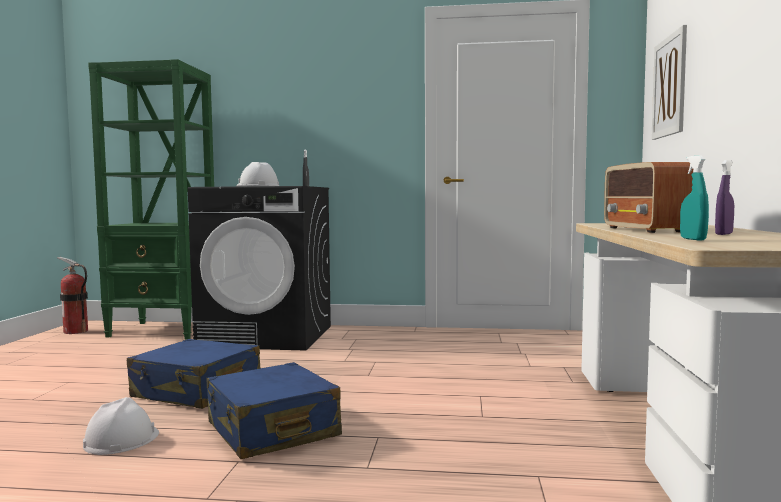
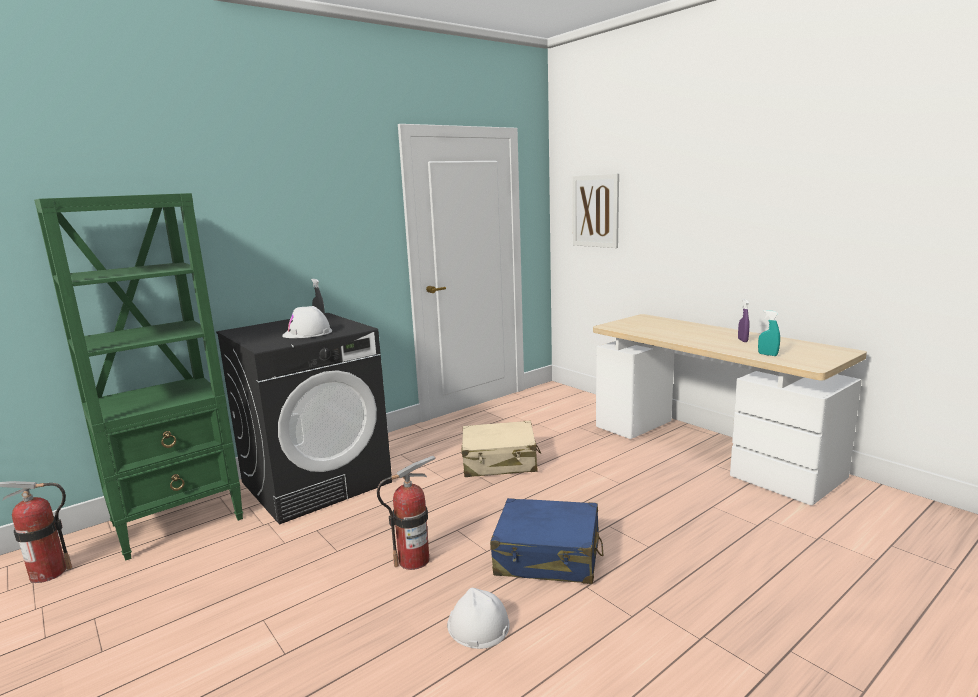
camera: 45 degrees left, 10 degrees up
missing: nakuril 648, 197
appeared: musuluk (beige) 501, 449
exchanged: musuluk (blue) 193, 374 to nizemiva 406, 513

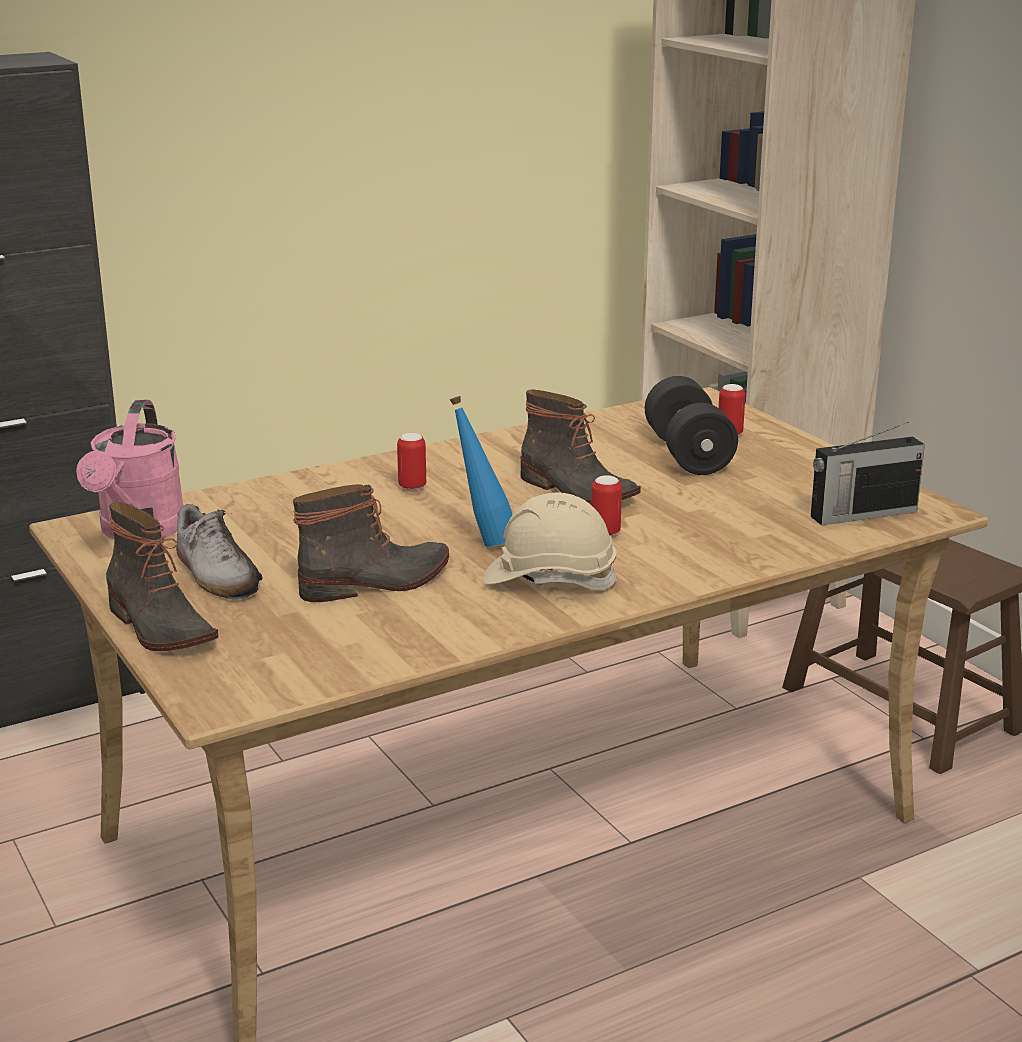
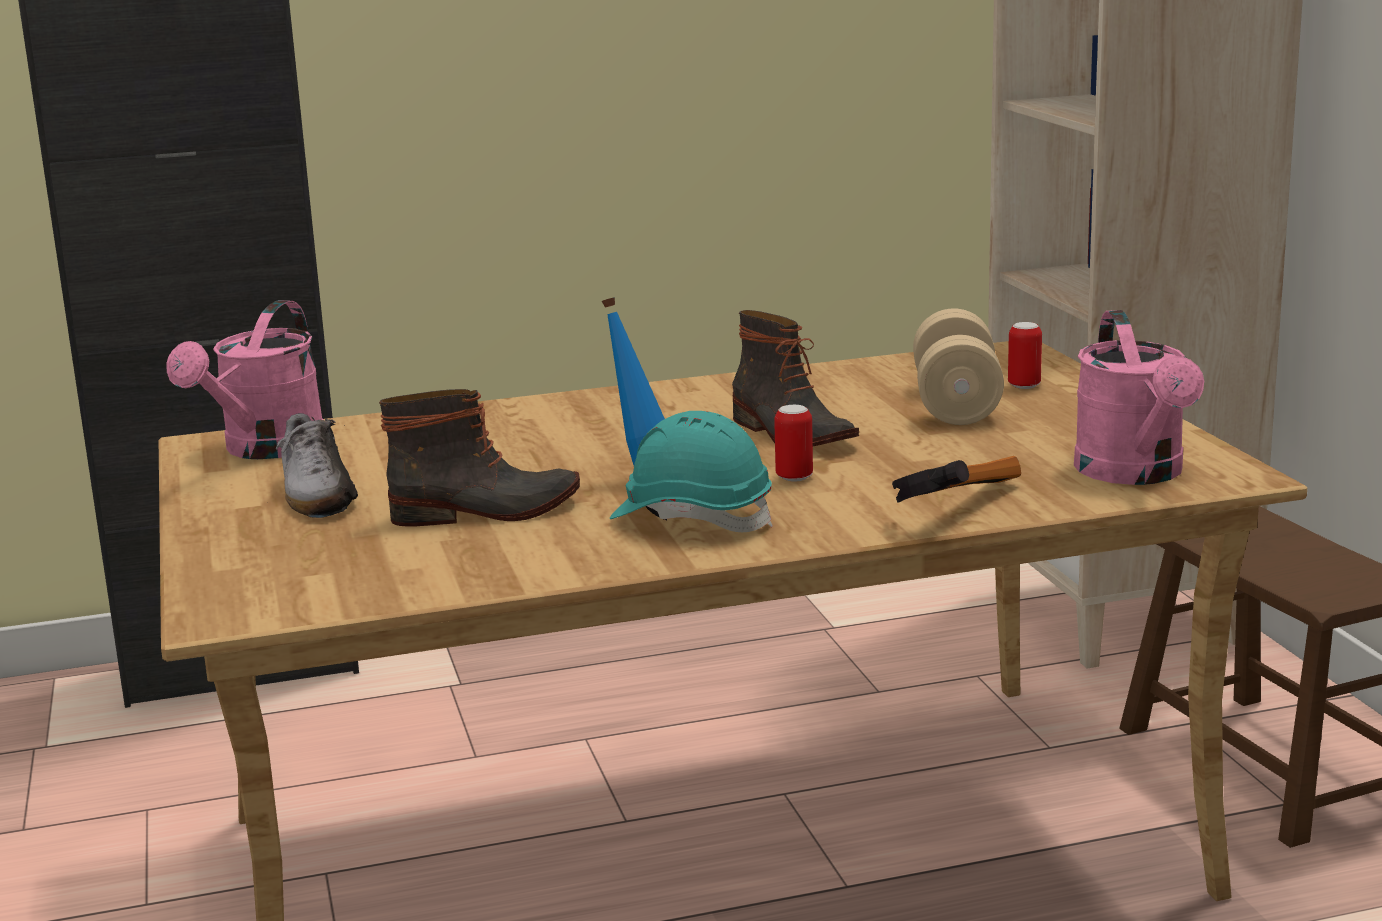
camera: 15 degrees right, 5 degrees down
missing: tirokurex 162, 576; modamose 411, 462
appeared: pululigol 956, 479
exchanged: nakuril 868, 473 to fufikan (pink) 1139, 397
colour: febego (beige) 551, 541 to febego (turquoise) 691, 471; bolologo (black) 691, 425 to bolologo (beige) 958, 366

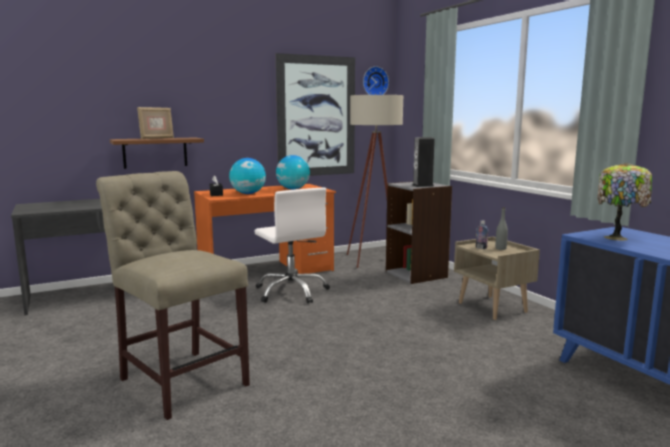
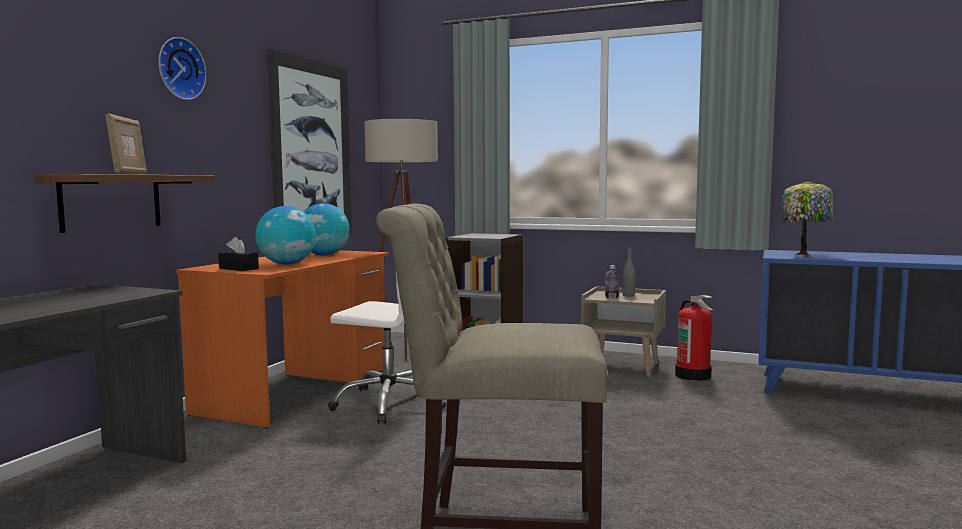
camera: 40 degrees left, 5 degrees down
missing: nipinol 423, 162
appeared: nizemiva 694, 338
relocated: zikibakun 376, 80 to 182, 68

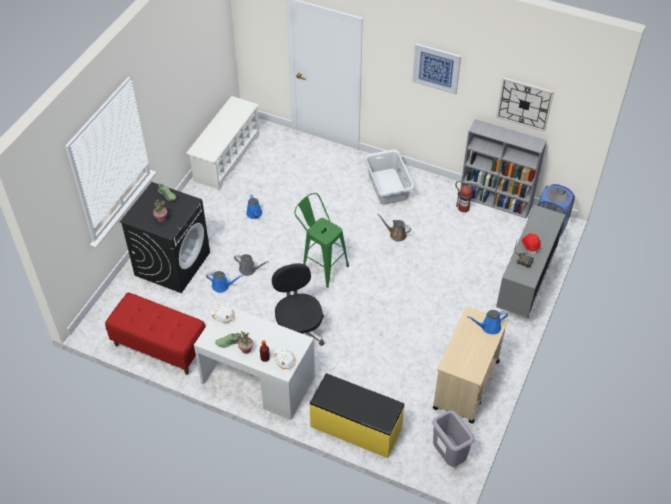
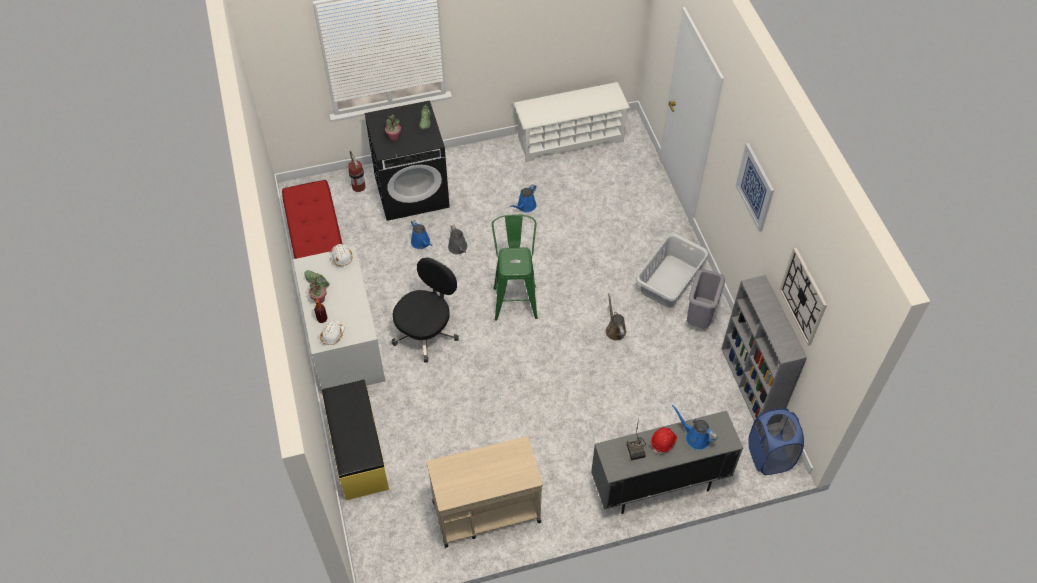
camera: 50 degrees right, 5 degrees up
relocated: nizemiva 467, 197 to 357, 171; fufikan (blue) 487, 322 to 695, 427; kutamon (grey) 453, 438 to 706, 298

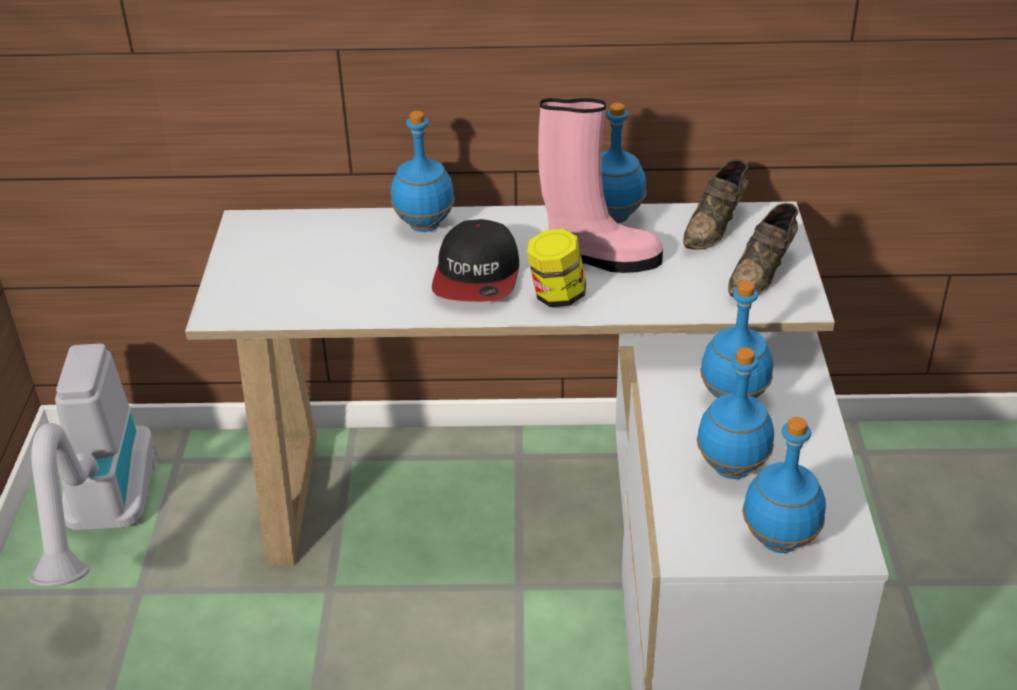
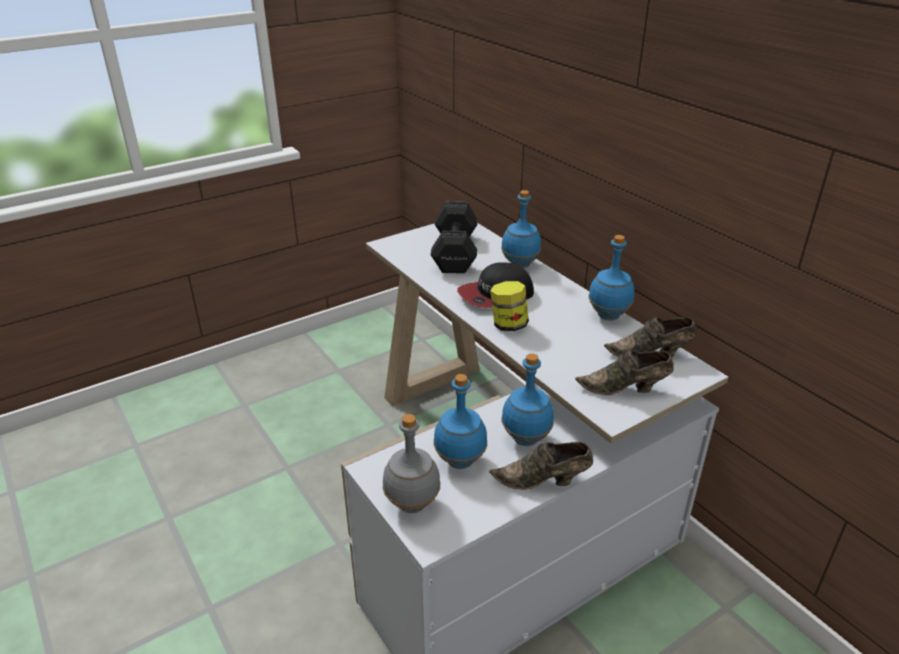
camera: 55 degrees right, 5 degrees down
missing: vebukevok 93, 465; tirokurex (pink) 600, 185
appeared: bolologo (black) 454, 237; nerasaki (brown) 541, 466
colour: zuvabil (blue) 784, 485 to zuvabil (grey) 411, 463

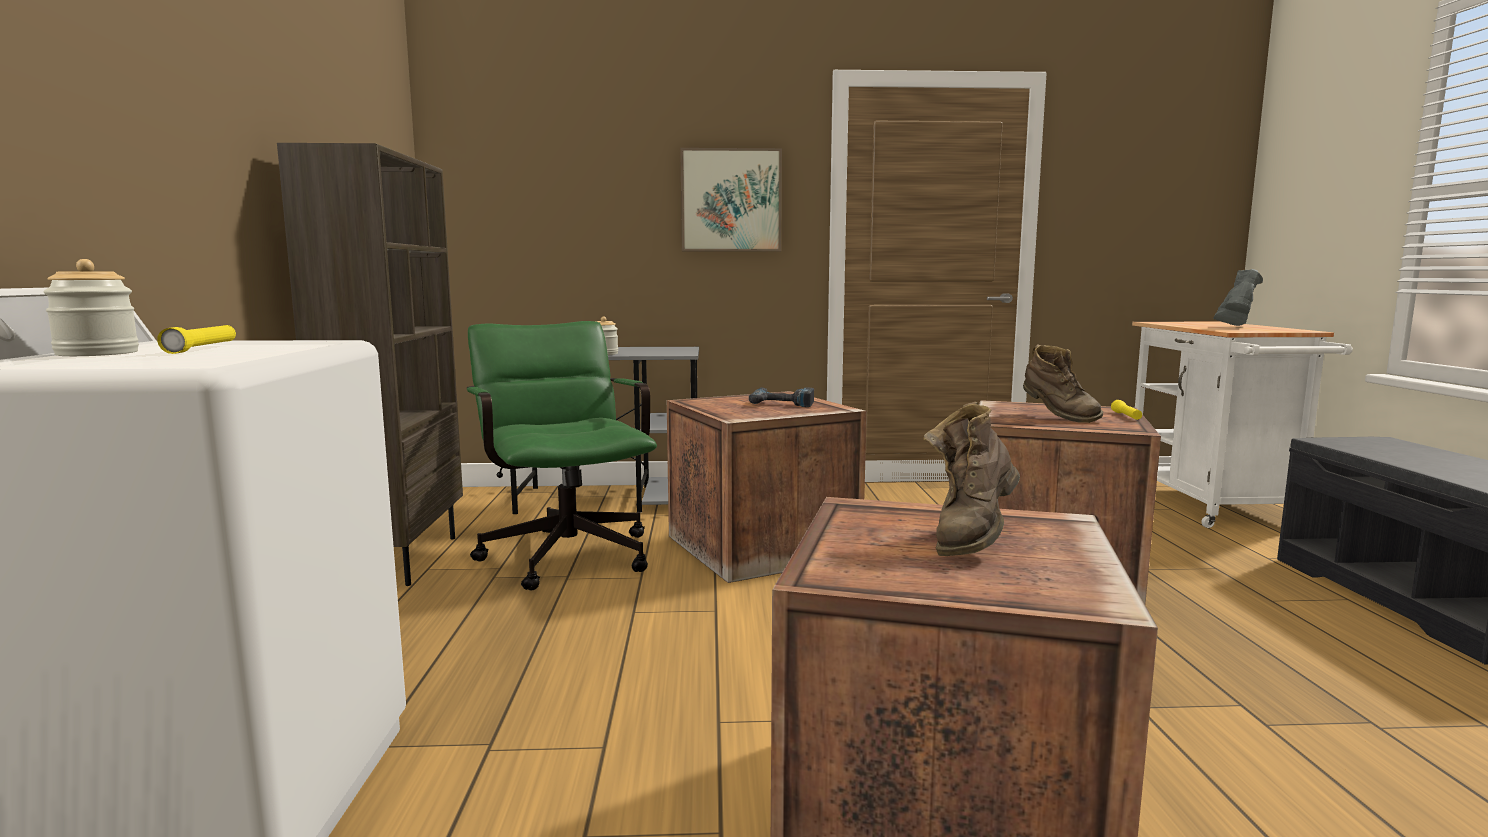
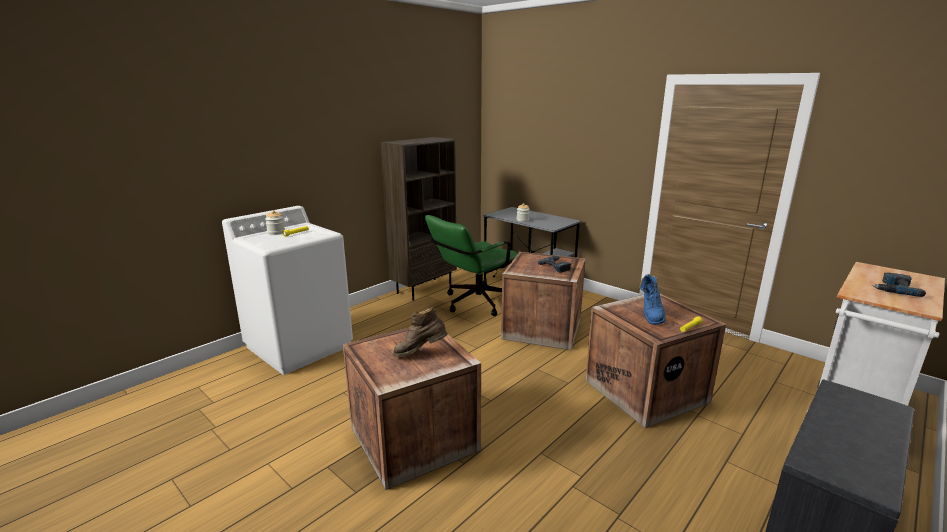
camera: 45 degrees right, 10 degrees up
missing: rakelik 731, 200
exchanged: tirokurex (grey) 1238, 297 to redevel 899, 284
colour: tirokurex (brown) 1063, 383 to tirokurex (blue) 652, 299
spun: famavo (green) 562, 455 = 471, 265 150 degrees counterclockwise

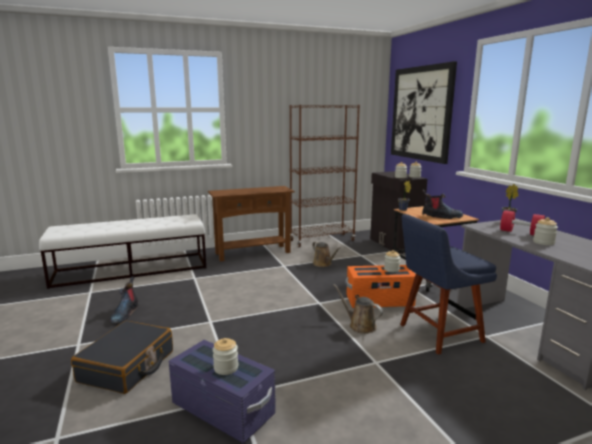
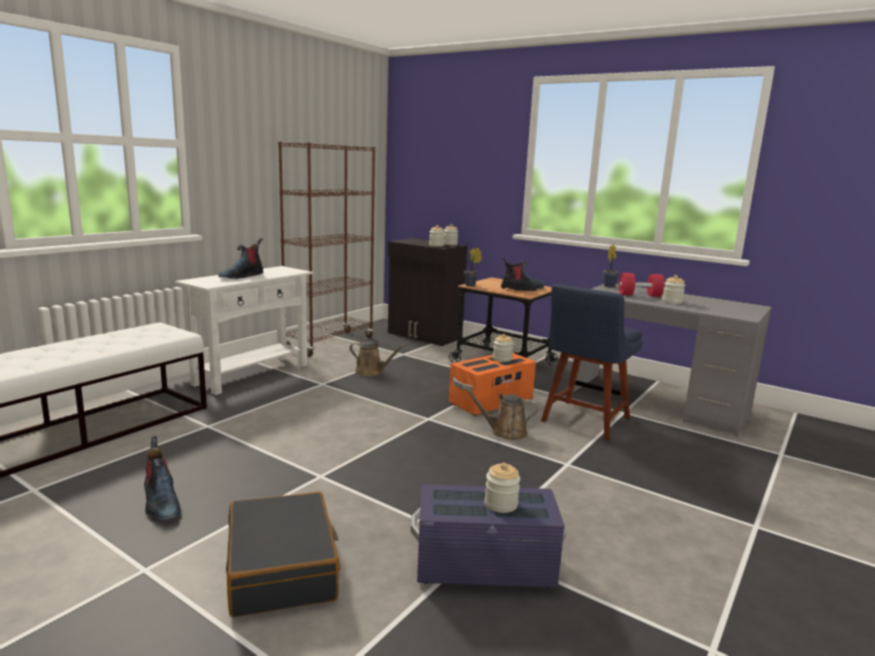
camera: 35 degrees left, 0 degrees up
missing: rakelik 424, 112
appeared: tirokurex 240, 258
colour: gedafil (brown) 251, 223 to gedafil (white) 244, 330

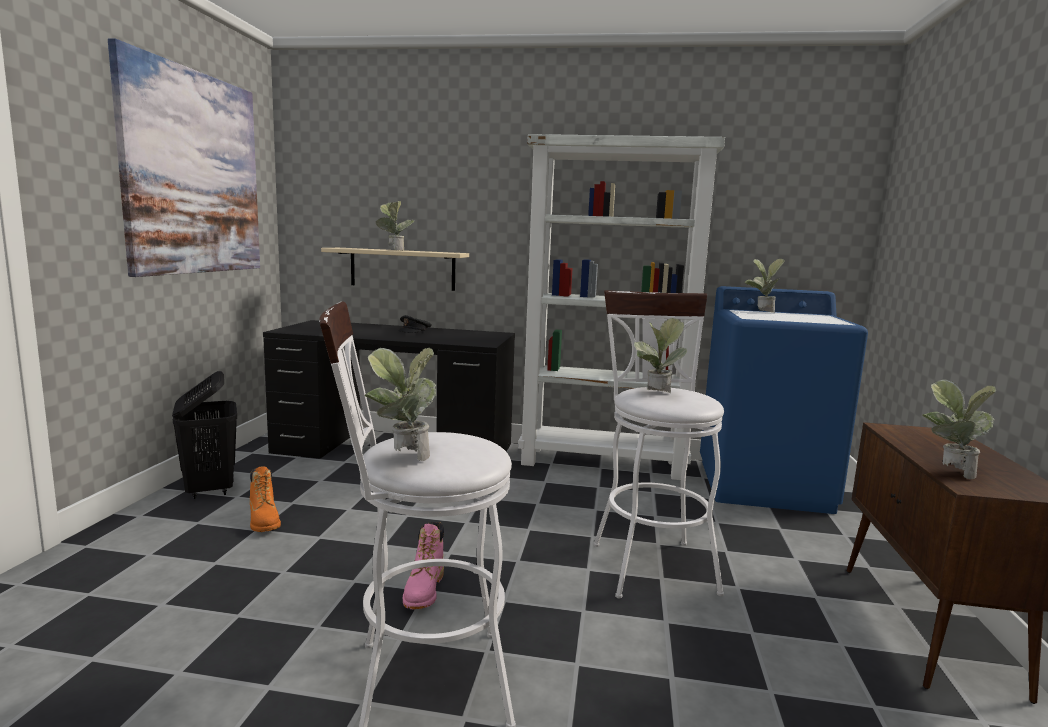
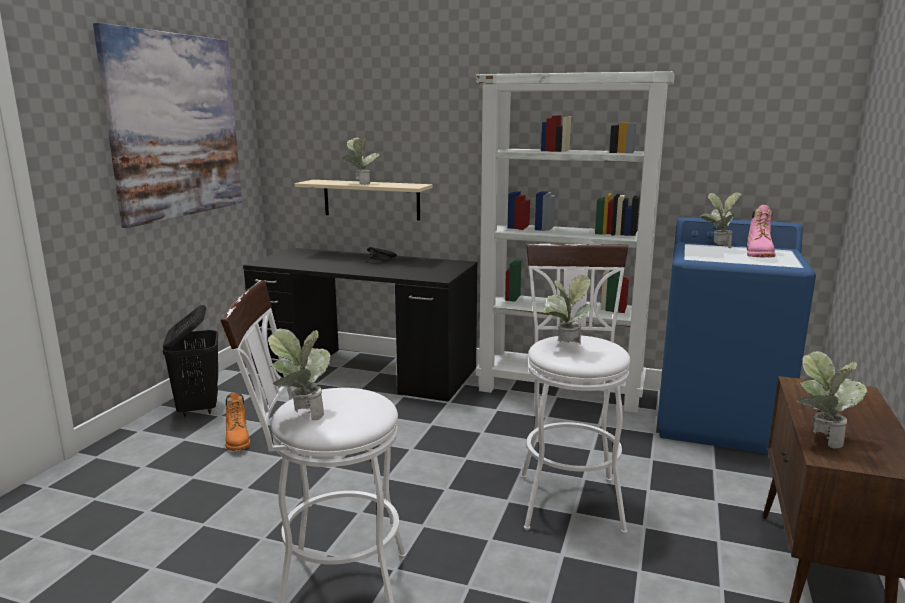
camera: 10 degrees right, 5 degrees up
relocated: tirokurex (pink) 423, 566 to 761, 231

